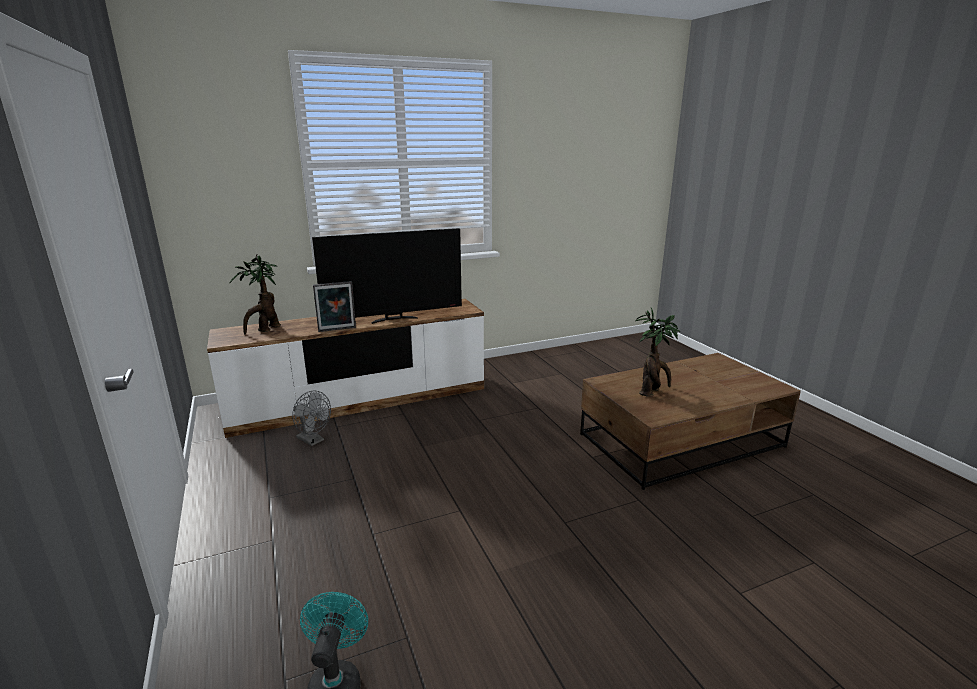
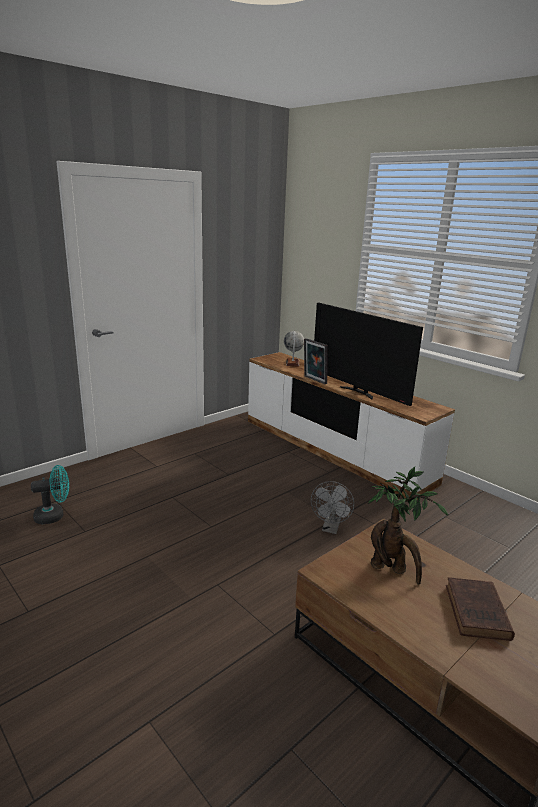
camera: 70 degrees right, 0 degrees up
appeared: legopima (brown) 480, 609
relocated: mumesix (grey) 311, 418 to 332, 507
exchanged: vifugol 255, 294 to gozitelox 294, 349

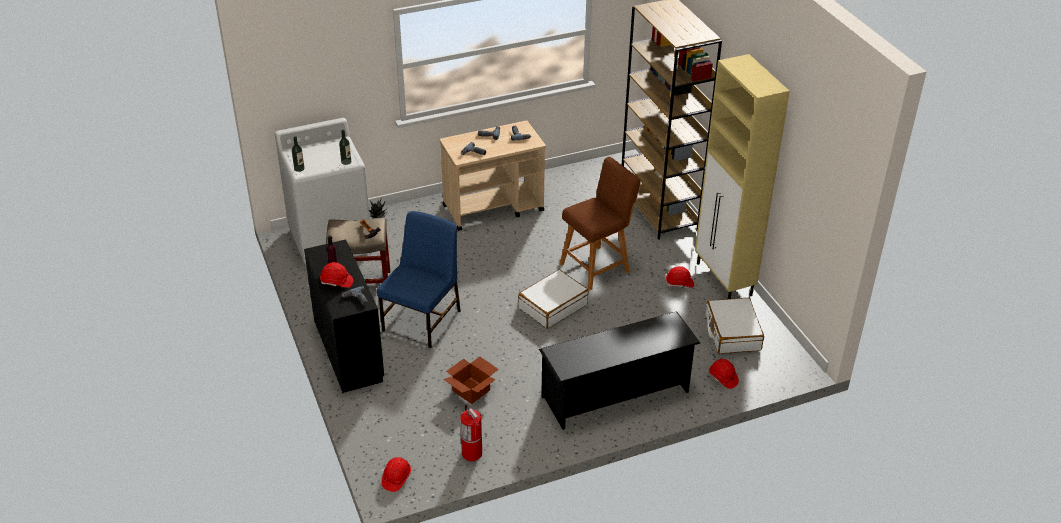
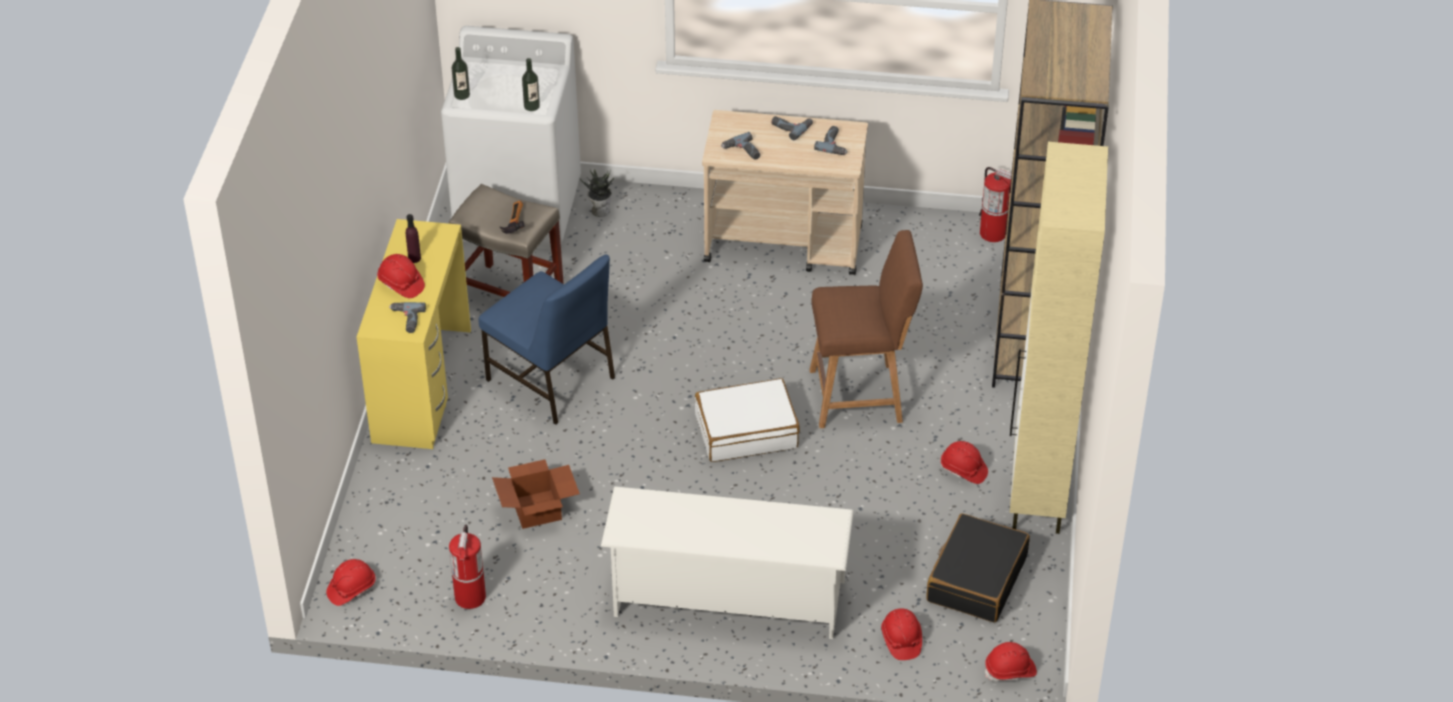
camera: 30 degrees right, 5 degrees up
appeared: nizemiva 995, 204; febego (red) 1011, 661
colour: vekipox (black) 344, 316 to vekipox (yellow) 414, 334; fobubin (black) 619, 370 to fobubin (white) 727, 563; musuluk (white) 735, 326 to musuluk (black) 978, 567
spun: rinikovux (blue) 419, 279 = 547, 339 75 degrees clockwise

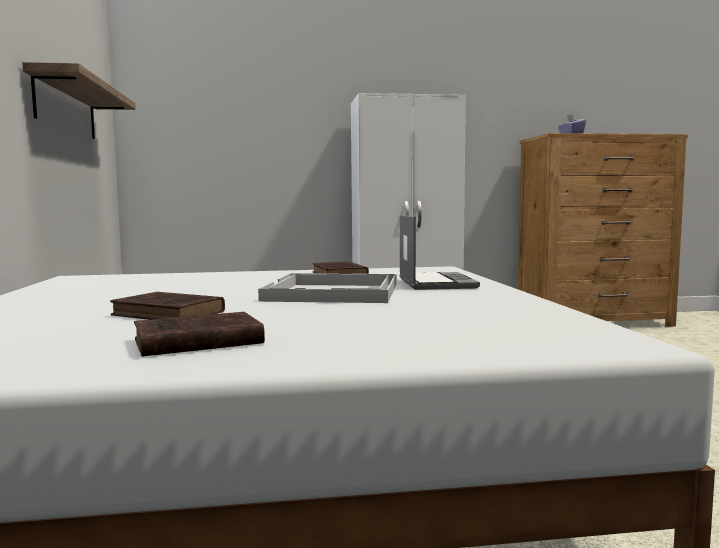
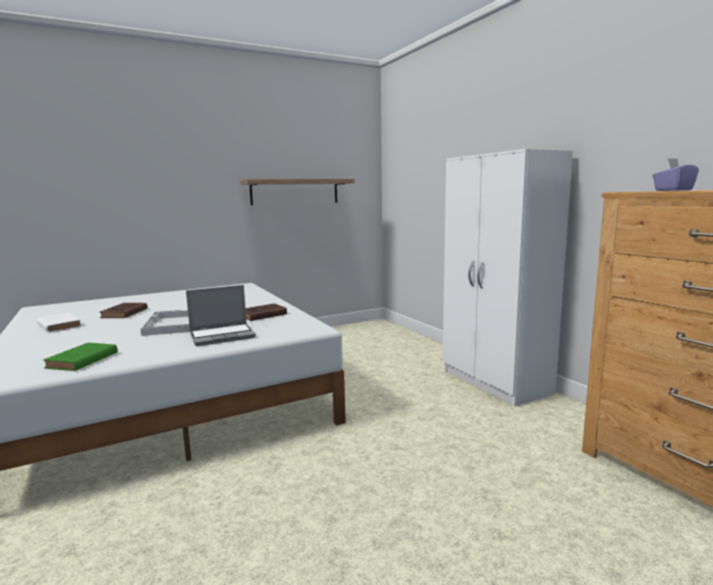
camera: 70 degrees right, 5 degrees up
appeared: legopima (green) 80, 357
colour: legopima (brown) 199, 334 to legopima (white) 59, 323

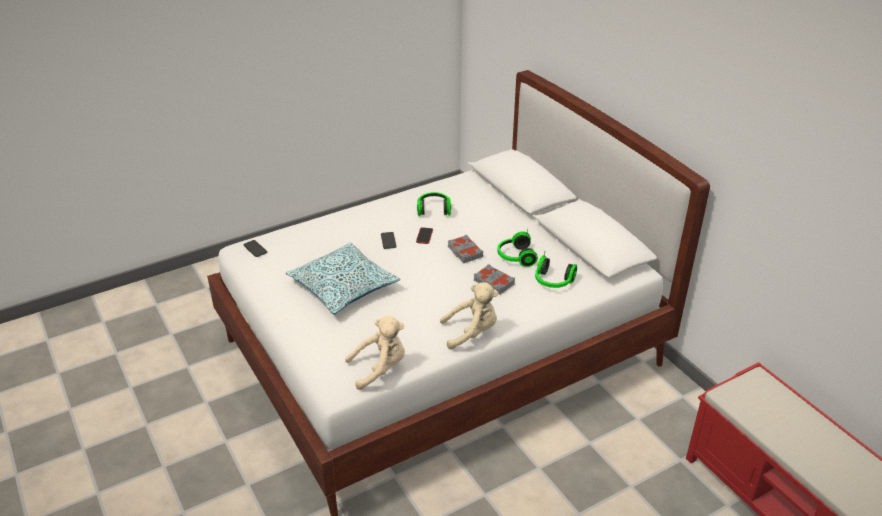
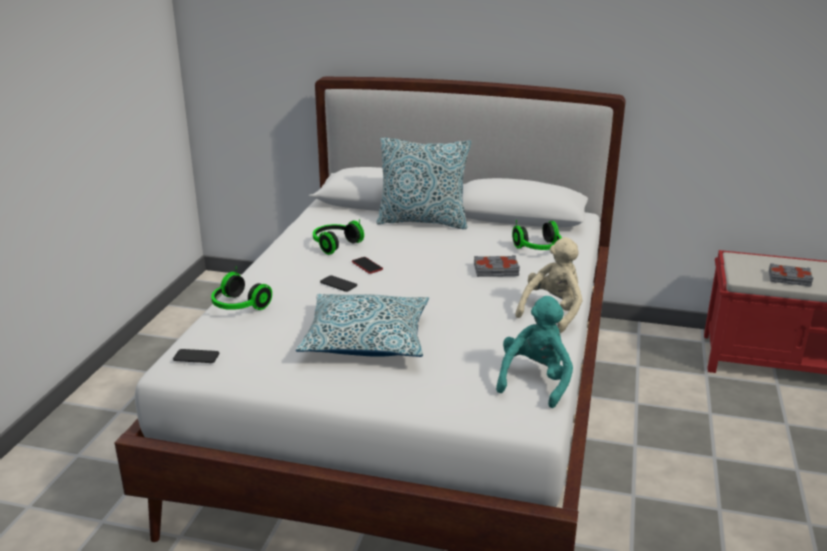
camera: 45 degrees left, 10 degrees down
appeared: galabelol 423, 183
relocated: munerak 517, 248 to 241, 288; legopima (grey) 465, 249 to 791, 275
colour: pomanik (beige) 375, 353 to pomanik (turquoise) 534, 352

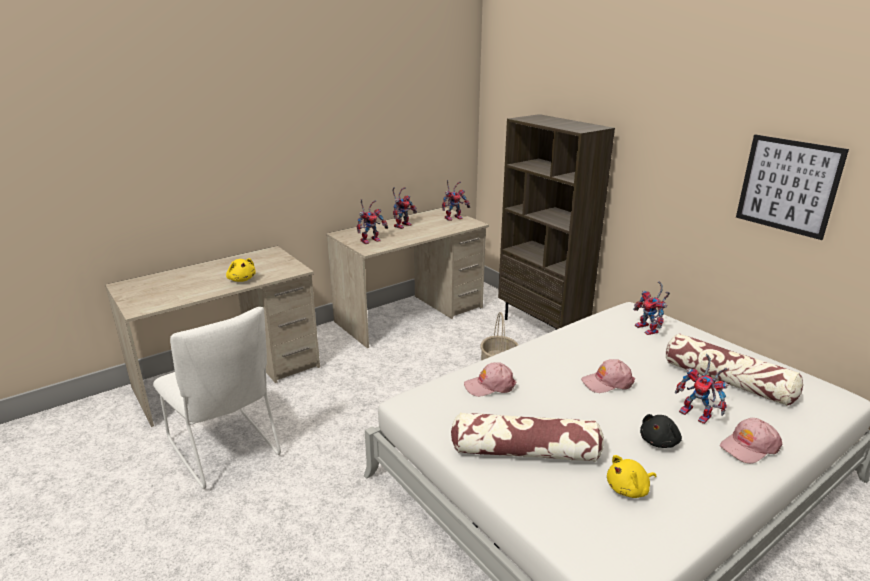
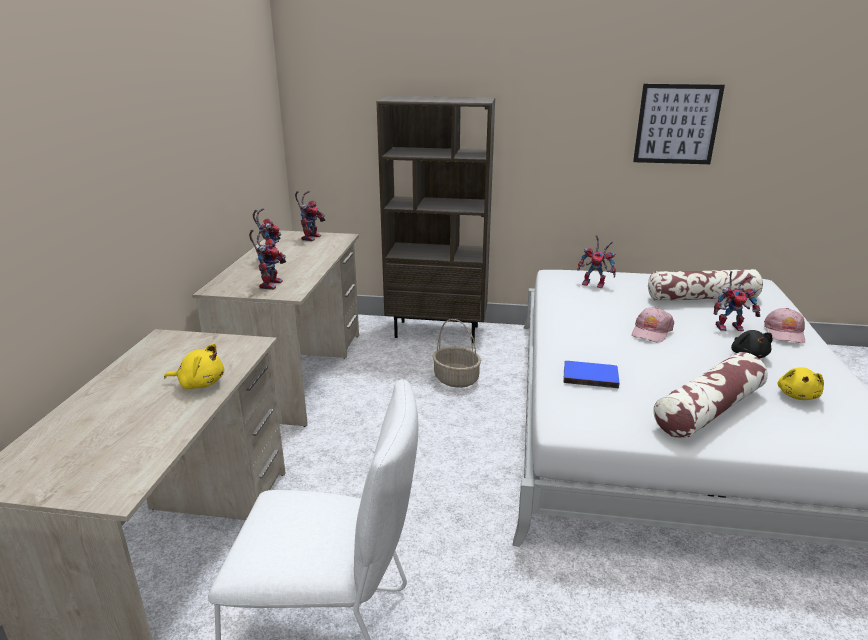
camera: 45 degrees left, 0 degrees up
exchanged: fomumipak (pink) 490, 379 to legopima (blue) 591, 374

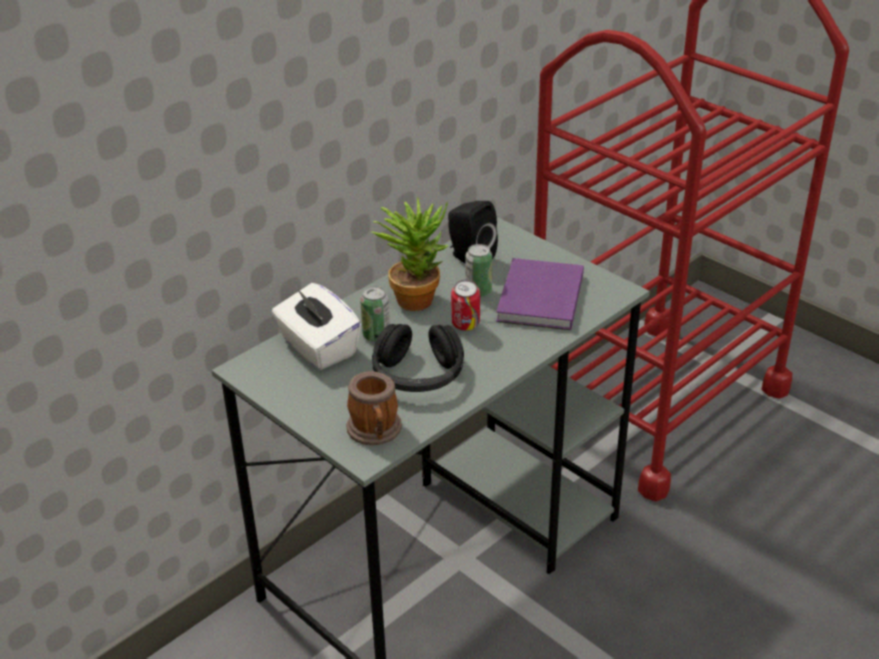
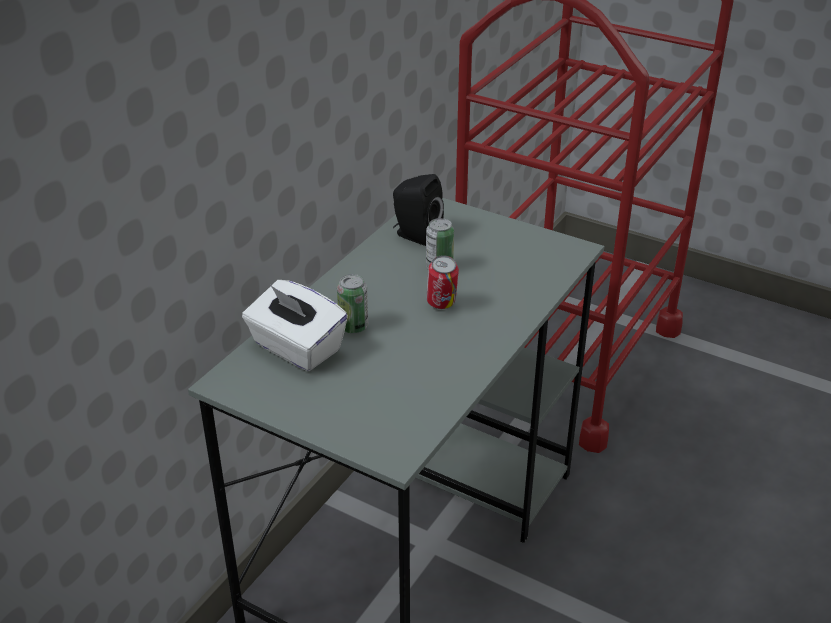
camera: 15 degrees left, 0 degrees up
missing: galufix 374, 408; vifugol 410, 254; munerak (black) 418, 358; legopima (purple) 540, 294

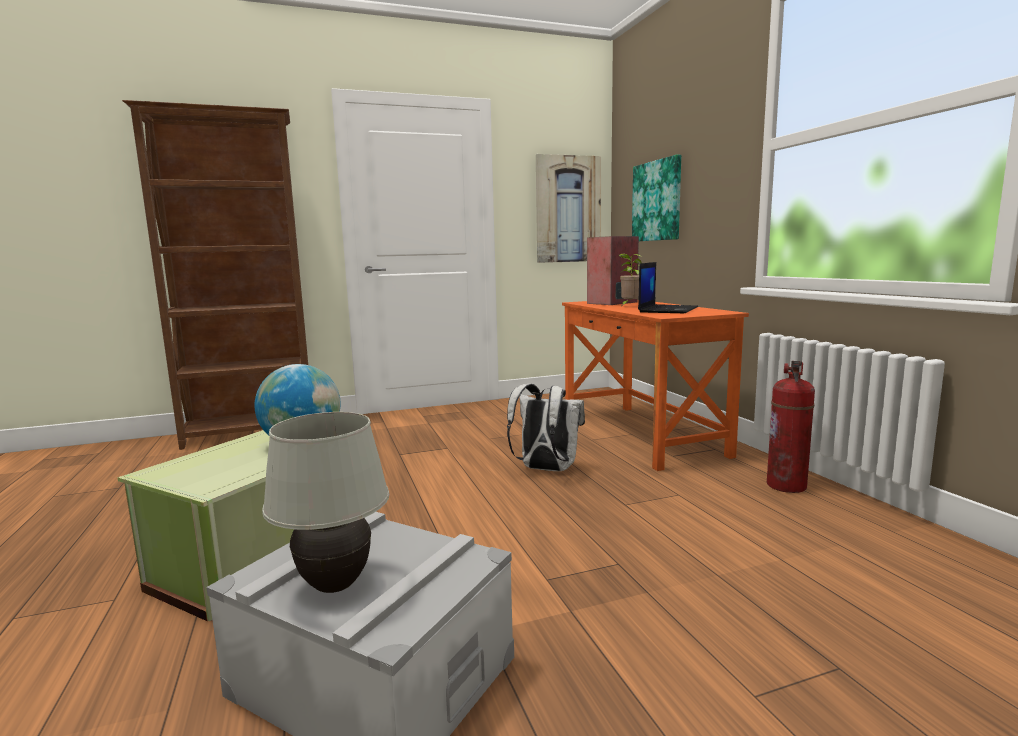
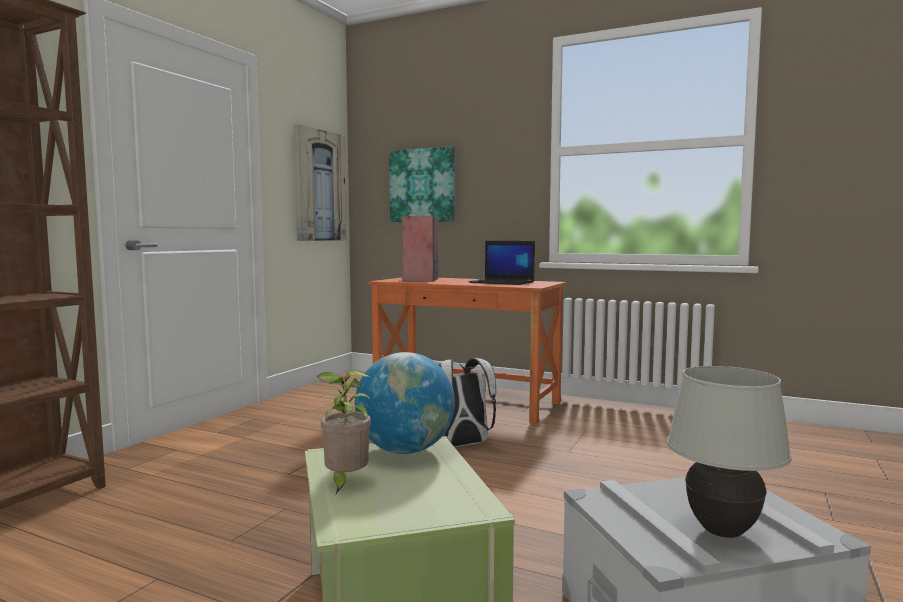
camera: 45 degrees left, 5 degrees down
missing: nizemiva 791, 427
relocated: vifugol 631, 280 to 344, 432
spun: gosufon 668, 287 = 501, 263 135 degrees clockwise

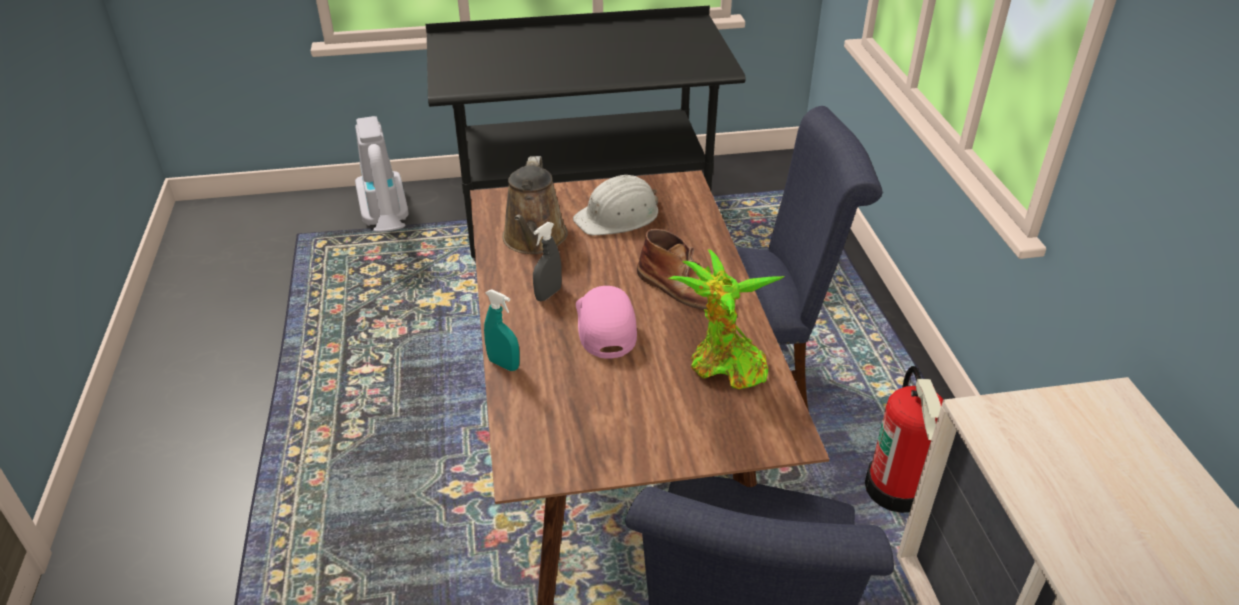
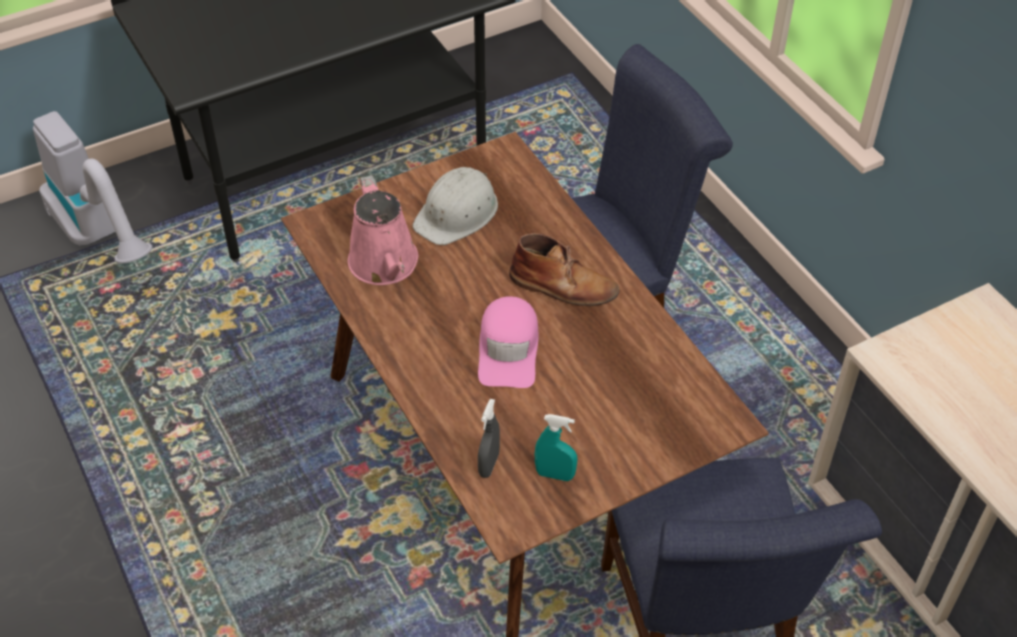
camera: 20 degrees left, 10 degrees up
missing: vifugol 726, 319; nizemiva 904, 439
relocated: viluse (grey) 547, 261 to 489, 438; viluse (turquoise) 502, 330 to 556, 447
colour: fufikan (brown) 535, 205 to fufikan (pink) 383, 230
spun: fomumipak (pink) 606, 322 = 508, 342 150 degrees counterclockwise

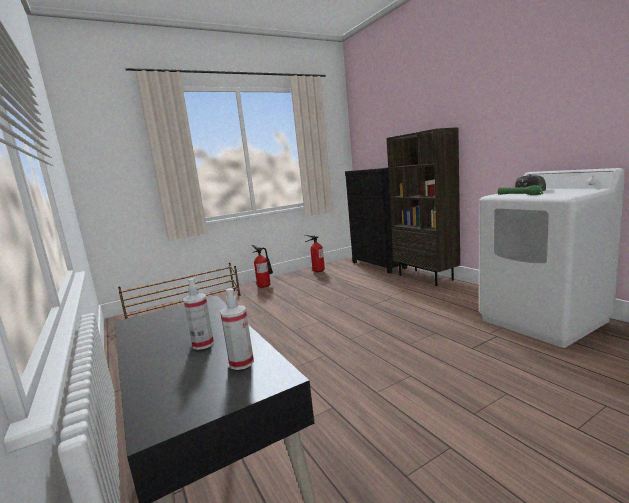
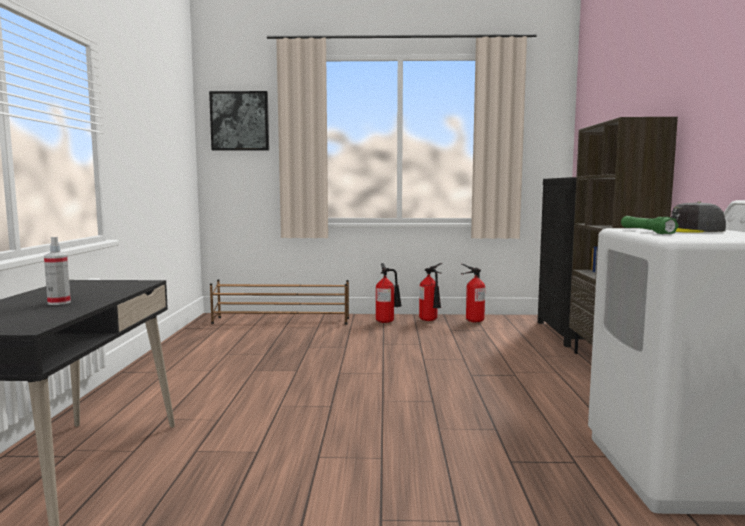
camera: 30 degrees right, 5 degrees down
missing: viluse 237, 329
appeared: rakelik 239, 121; nizemiva 430, 292

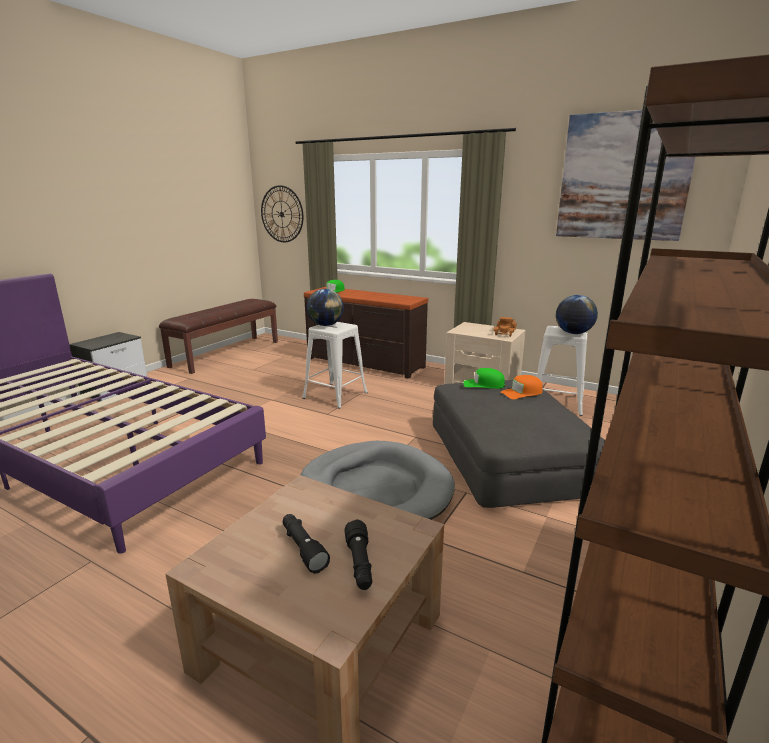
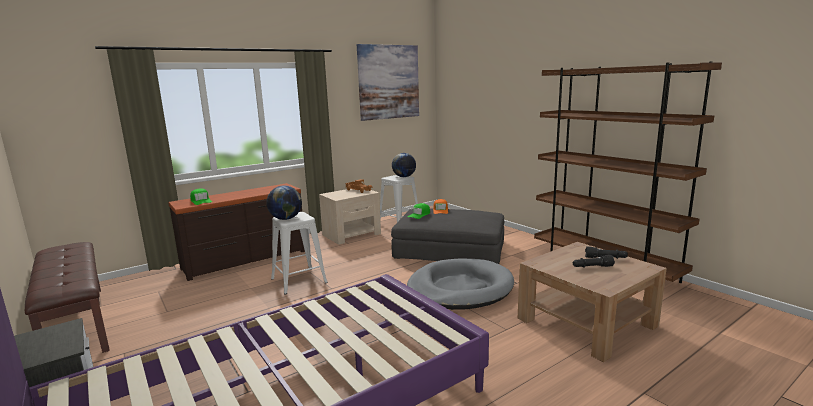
camera: 65 degrees left, 5 degrees down
missing: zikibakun 282, 213

